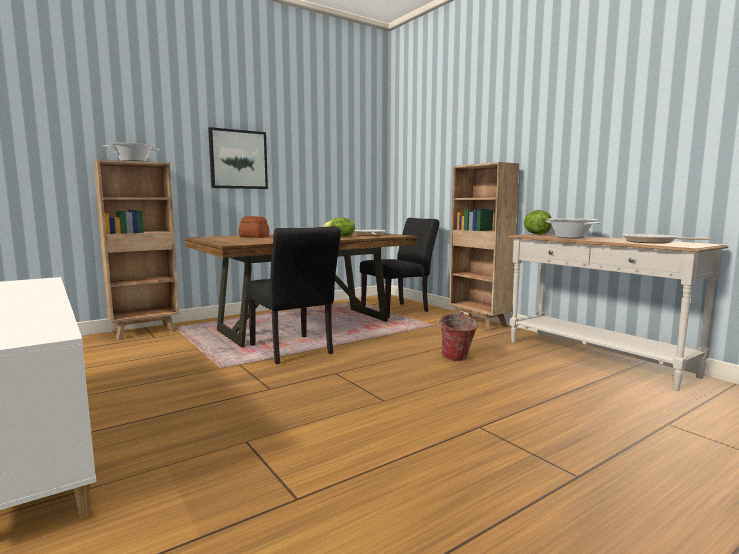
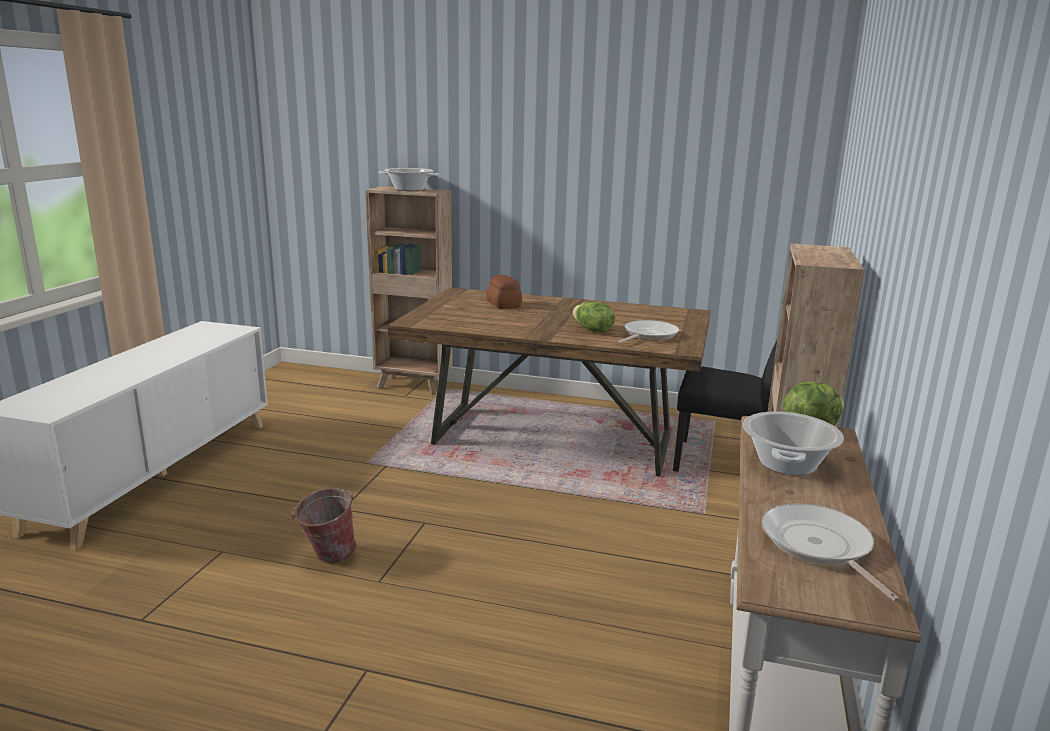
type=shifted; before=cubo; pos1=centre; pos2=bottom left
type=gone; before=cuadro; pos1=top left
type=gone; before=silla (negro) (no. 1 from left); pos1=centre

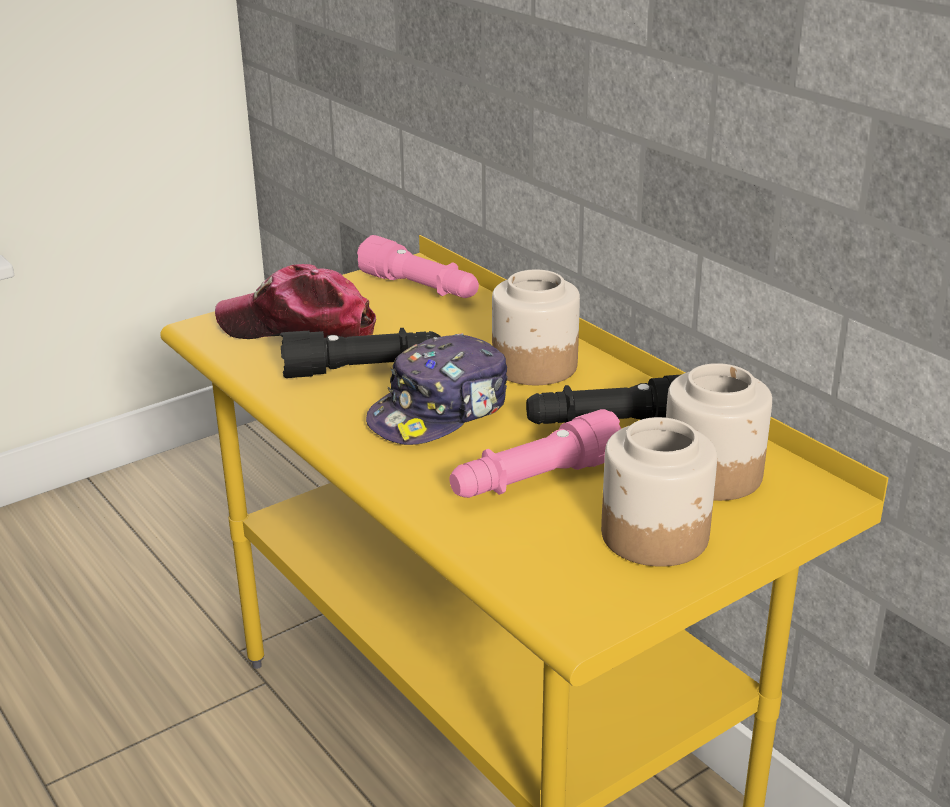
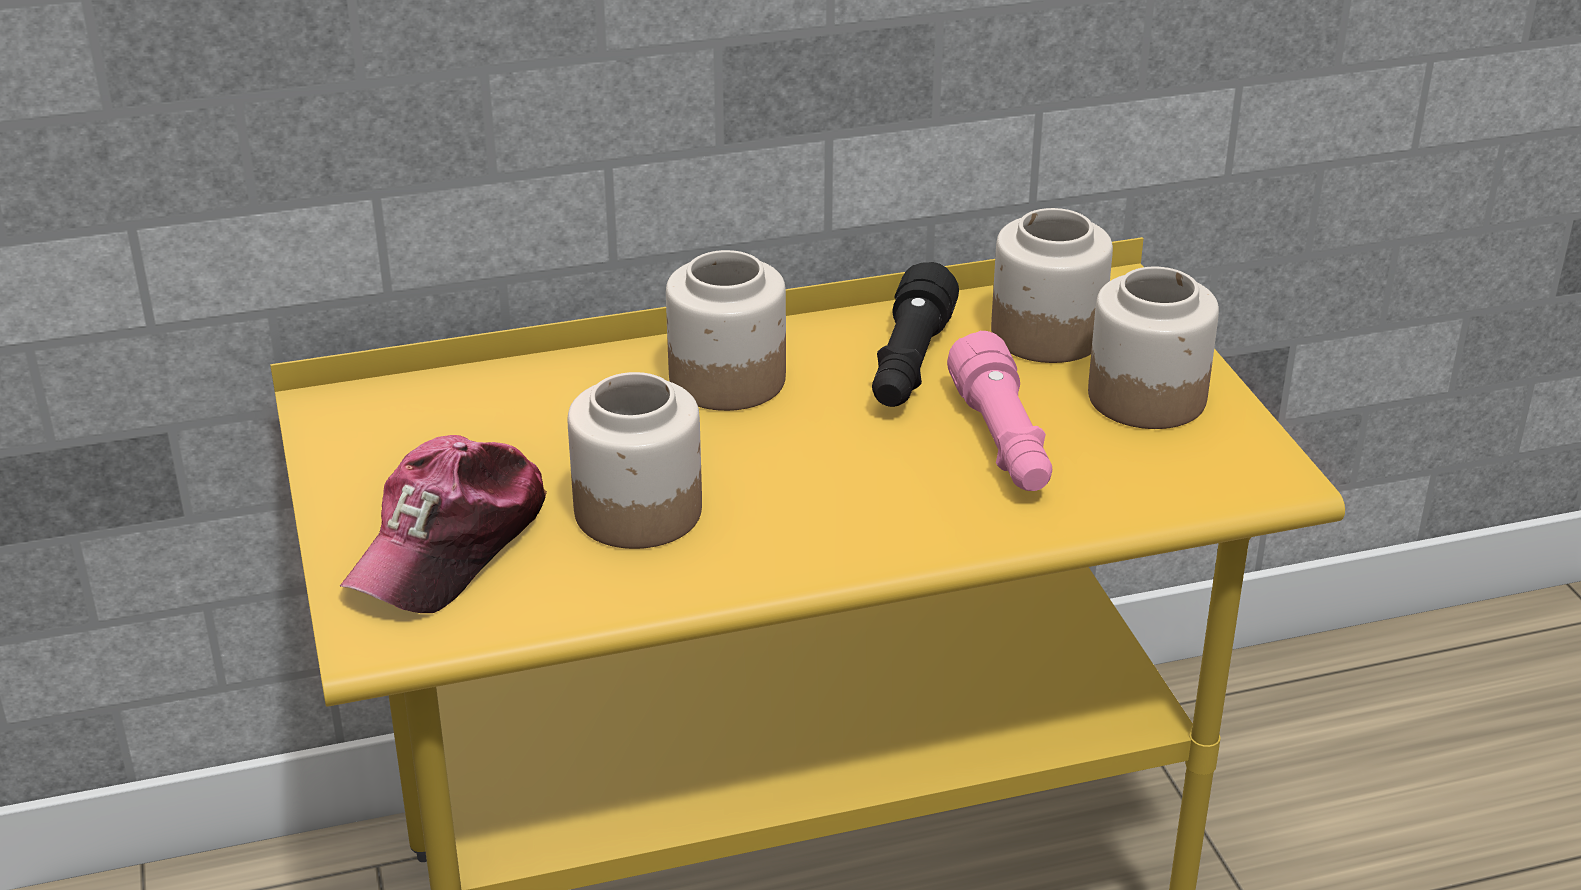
type=swapped; before=linterna (negro) (no. 1 from left); after=tarro (no. 1 from left); pos1=centre; pos2=centre
type=gone; before=linterna (rosa) (no. 1 from left); pos1=top centre
type=gone; before=gorra (no. 2 from left); pos1=centre

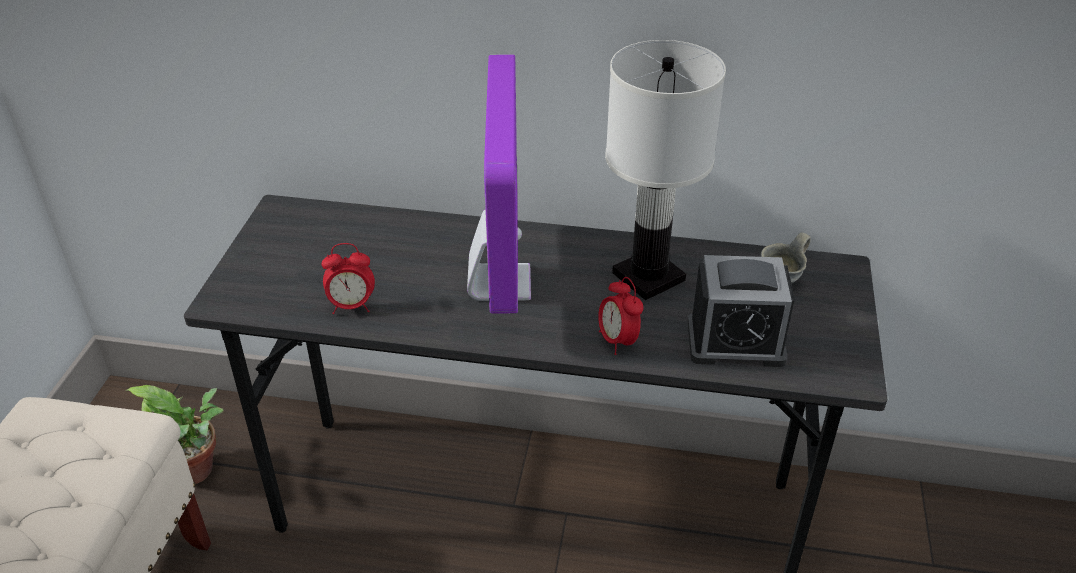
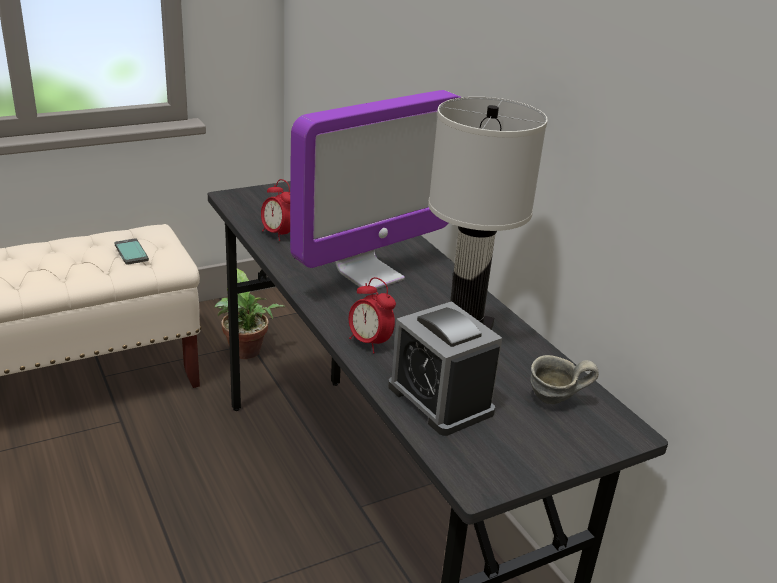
type=new; after=móvil; pos2=middle left
type=rotated; before=despertador (no. 2 from left); pos1=centre; pos2=centre; turn=-75

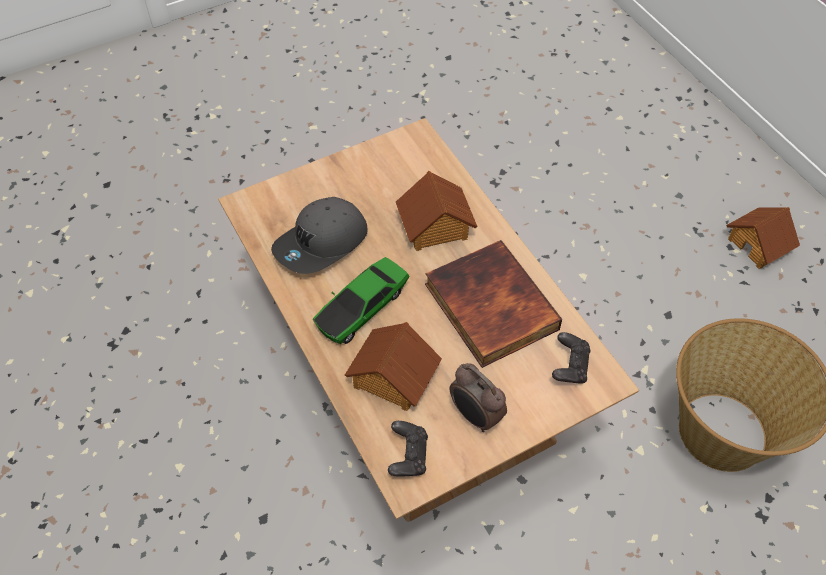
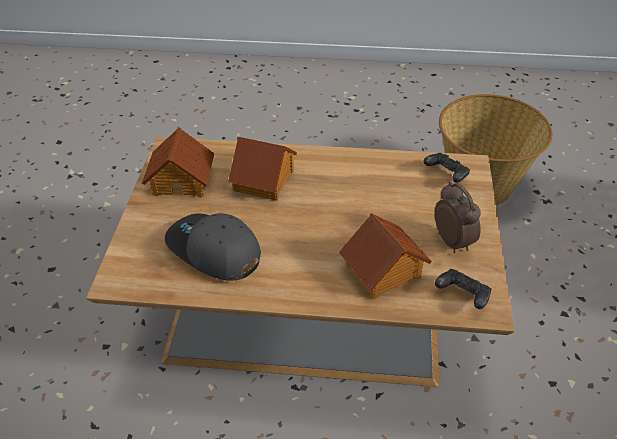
type=shifted; before=casita (no. 3 from left in the first image); after=casita (no. 1 from left); pos1=middle right; pos2=middle left
type=rotated; before=gorra (gris); pos1=centre; pos2=centre; turn=135
type=rotated; before=despertador; pos1=bottom centre; pos2=middle right; turn=-105
type=gone; before=coche de juguete; pos1=centre
type=gone; before=libro; pos1=centre

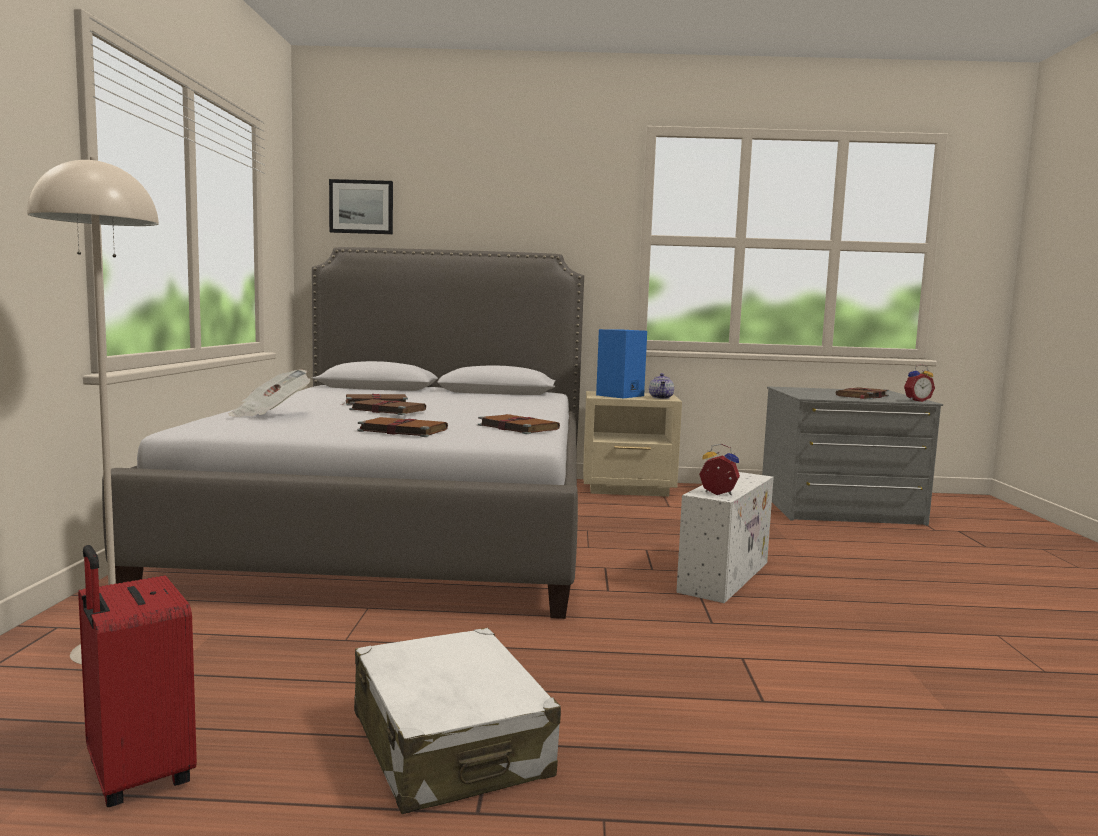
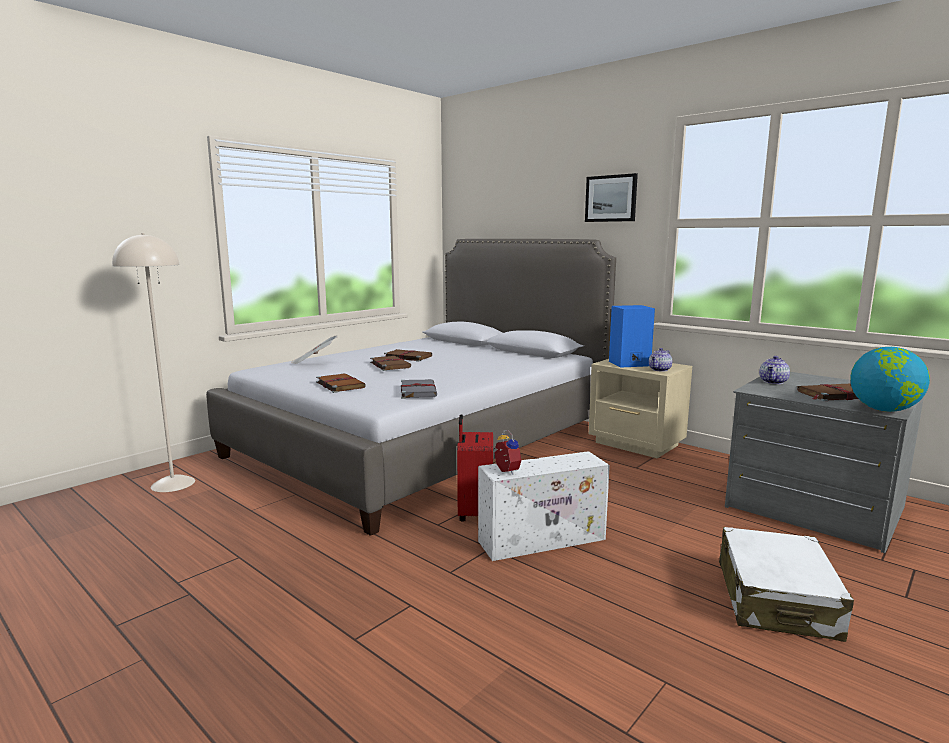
type=repainted; before=libro (marrón) (no. 4 from left); after=libro (gris); pos1=centre; pos2=centre
type=shifted; before=maleta (rojo); pos1=bottom left; pos2=centre
type=shifted; before=cuadro; pos1=top left; pos2=top centre
type=shifted; before=maleta (blanco); pos1=bottom centre; pos2=bottom right
type=new; after=tetera (no. 2 from left); pos2=middle right
type=swapped; before=despertador (no. 2 from left); after=globo terráqueo; pos1=middle right; pos2=middle right

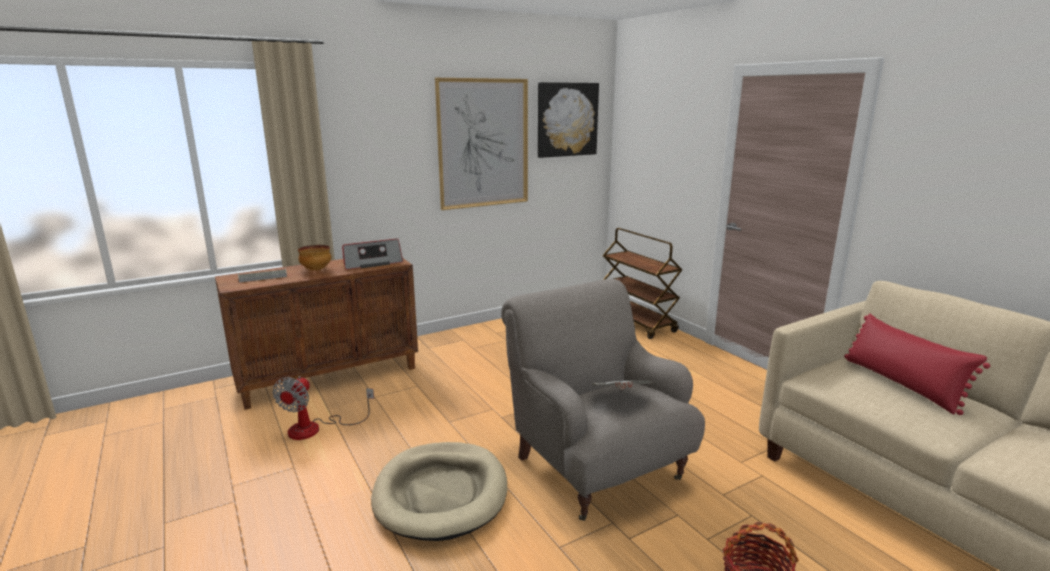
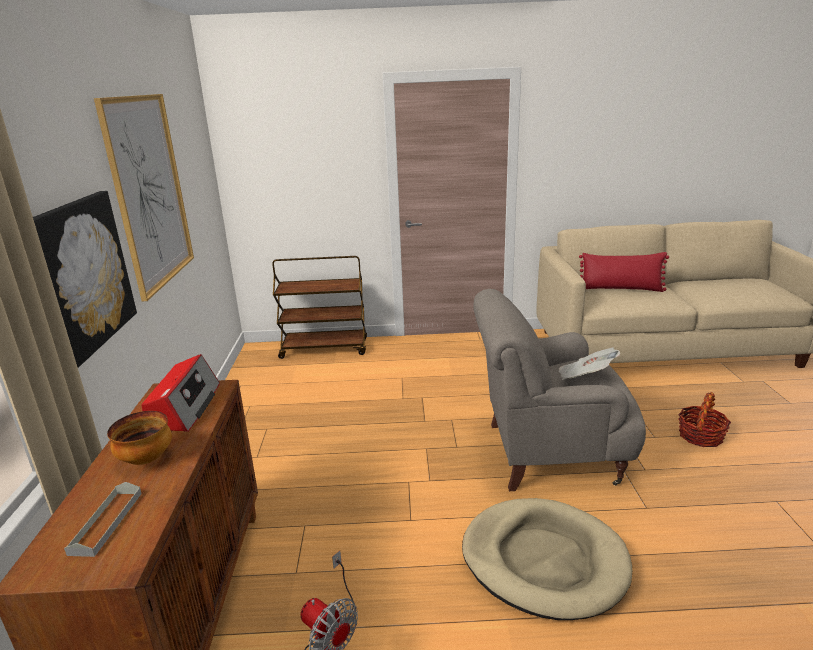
type=shifted; before=cuadro (no. 2 from left in the first image); after=cuadro (no. 1 from left); pos1=top centre; pos2=middle left

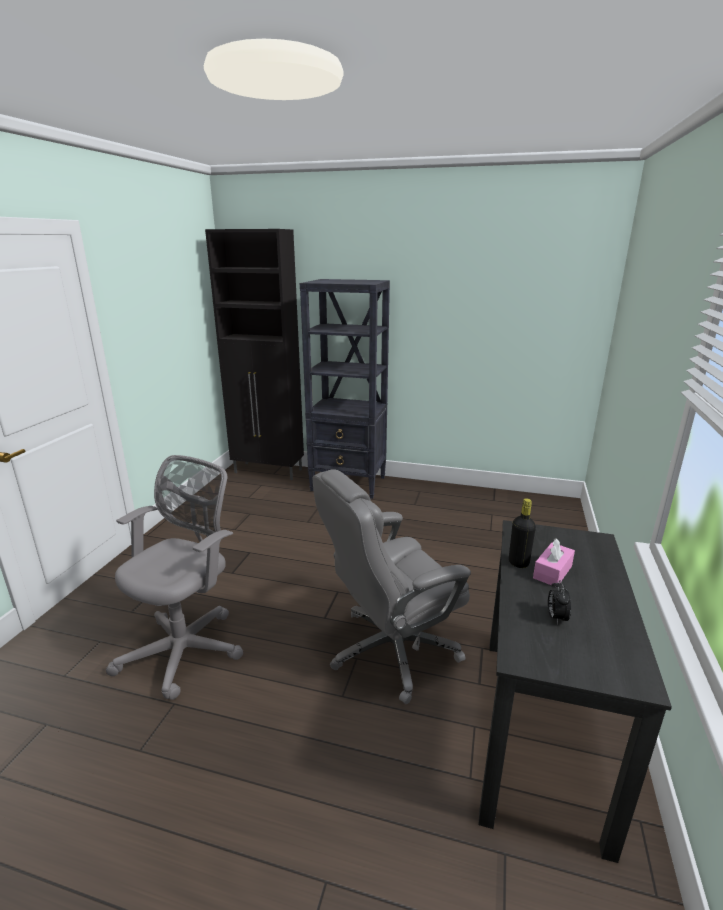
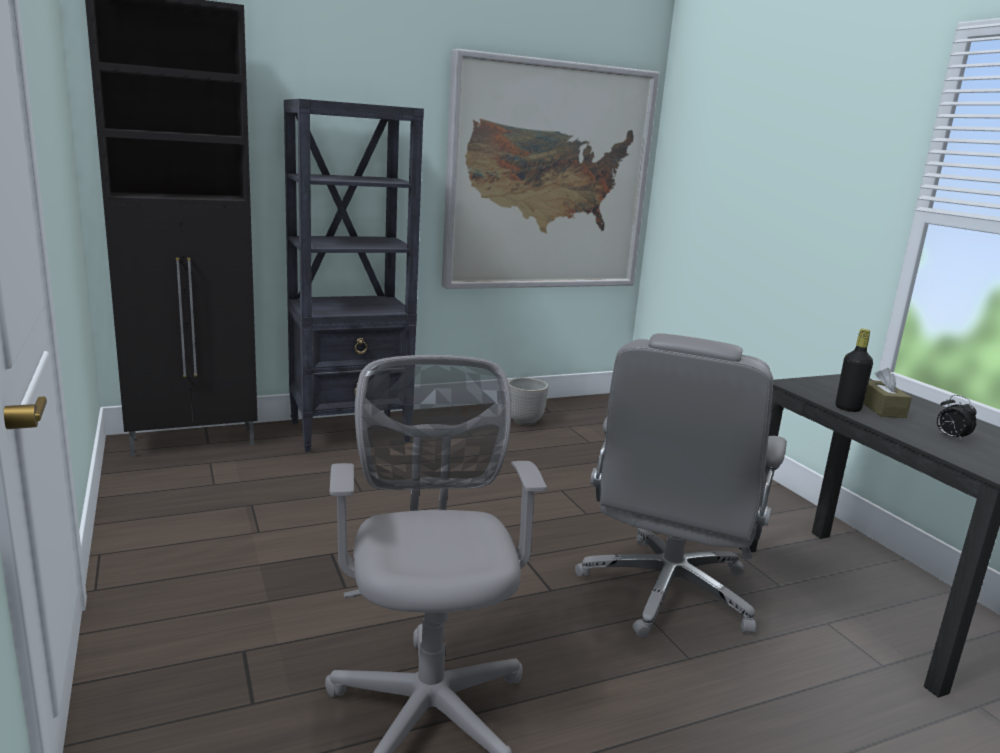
type=new; after=cuadro; pos2=top centre
type=new; after=maceta; pos2=centre
type=repainted; before=caja de pañuelos (rosa); after=caja de pañuelos (marrón); pos1=middle right; pos2=middle right

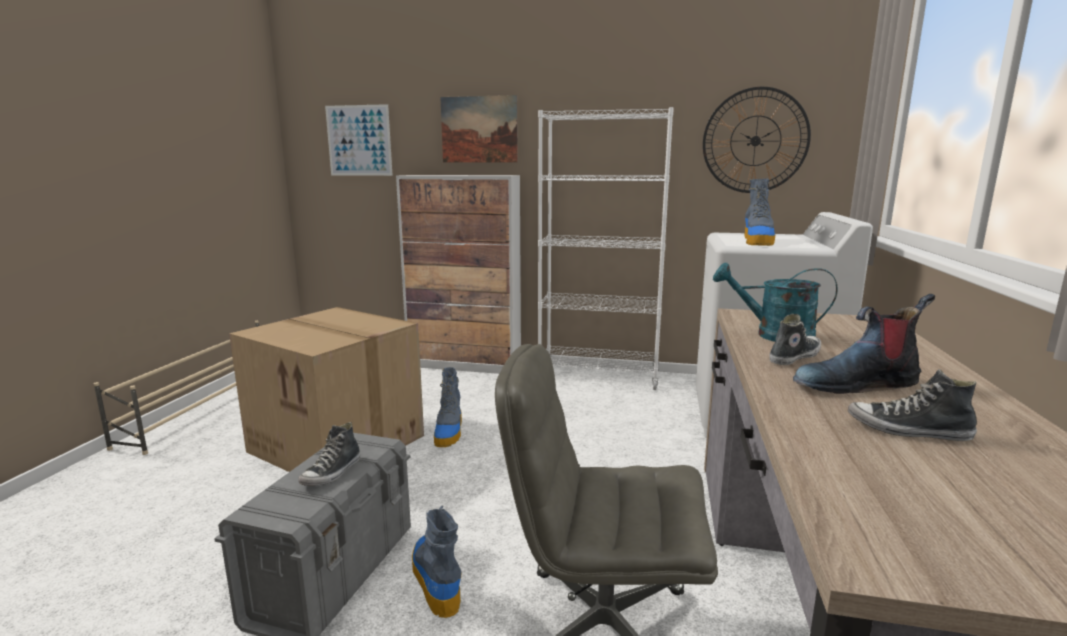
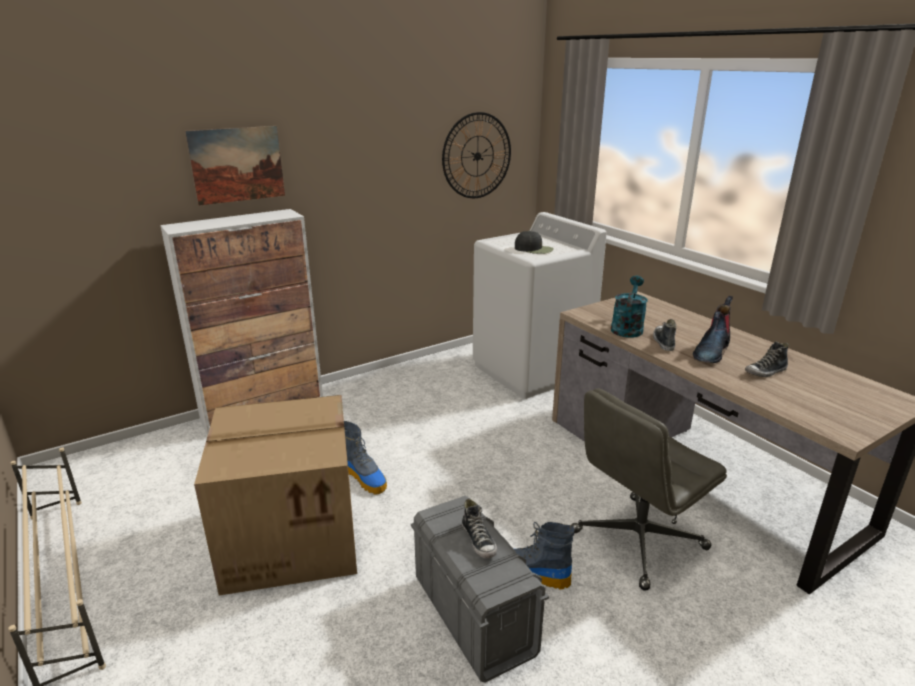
type=swapped; before=bota (no. 3 from left); after=gorra (negro); pos1=middle right; pos2=centre
type=rotated; before=regadera (turquesa); pos1=middle right; pos2=middle right; turn=135
type=gone; before=cuadro (no. 1 from left); pos1=top centre
type=gone; before=estantería (blanco); pos1=centre

